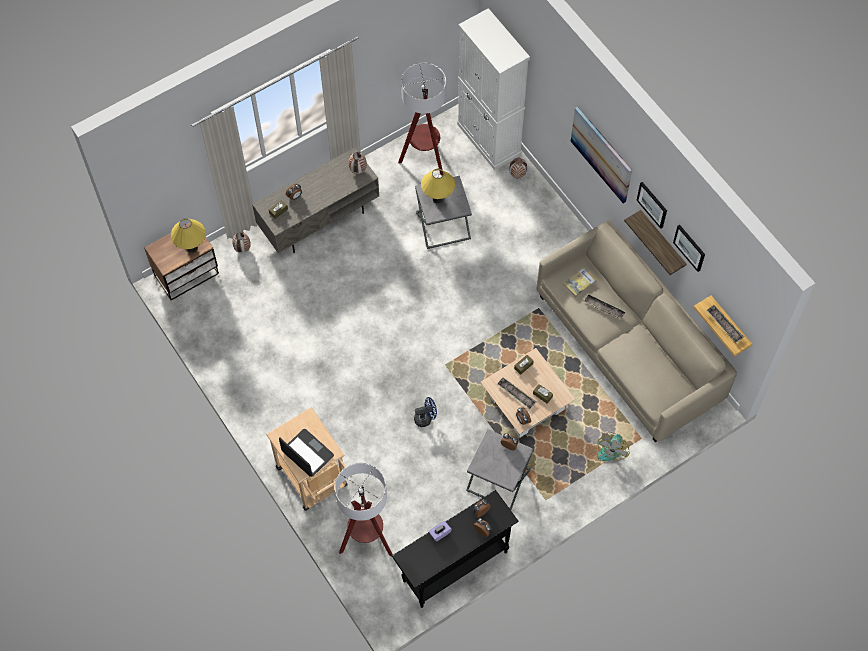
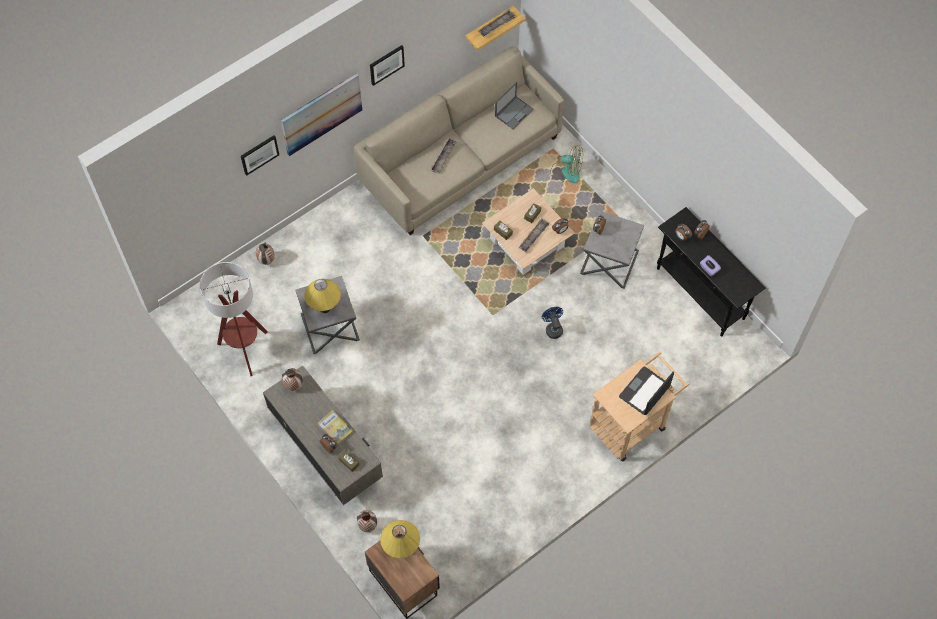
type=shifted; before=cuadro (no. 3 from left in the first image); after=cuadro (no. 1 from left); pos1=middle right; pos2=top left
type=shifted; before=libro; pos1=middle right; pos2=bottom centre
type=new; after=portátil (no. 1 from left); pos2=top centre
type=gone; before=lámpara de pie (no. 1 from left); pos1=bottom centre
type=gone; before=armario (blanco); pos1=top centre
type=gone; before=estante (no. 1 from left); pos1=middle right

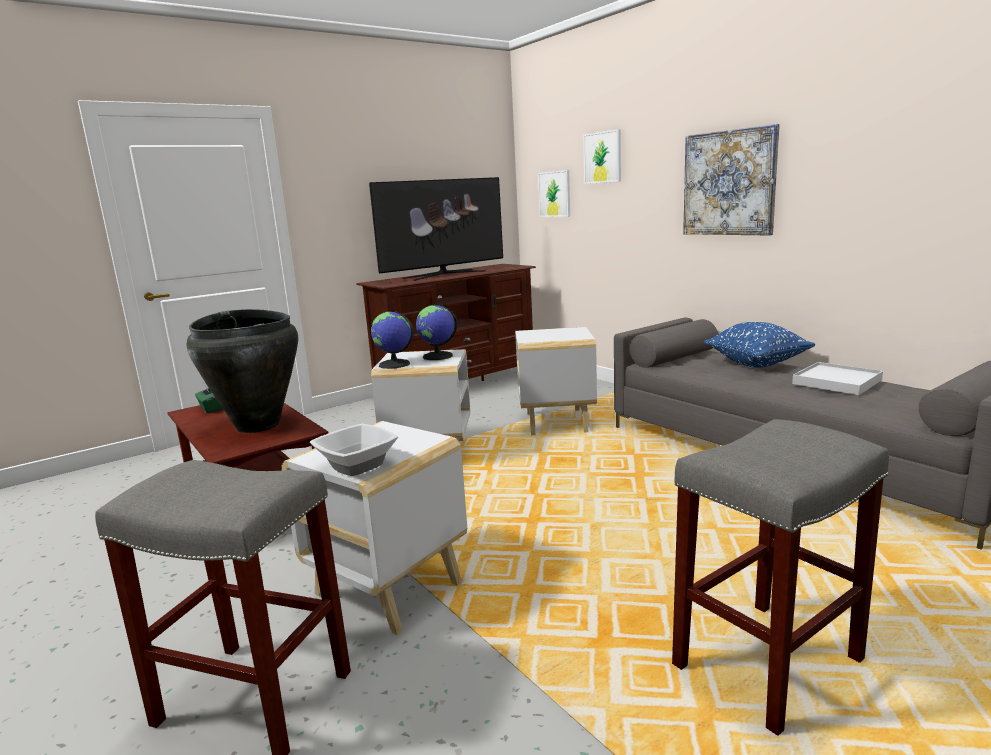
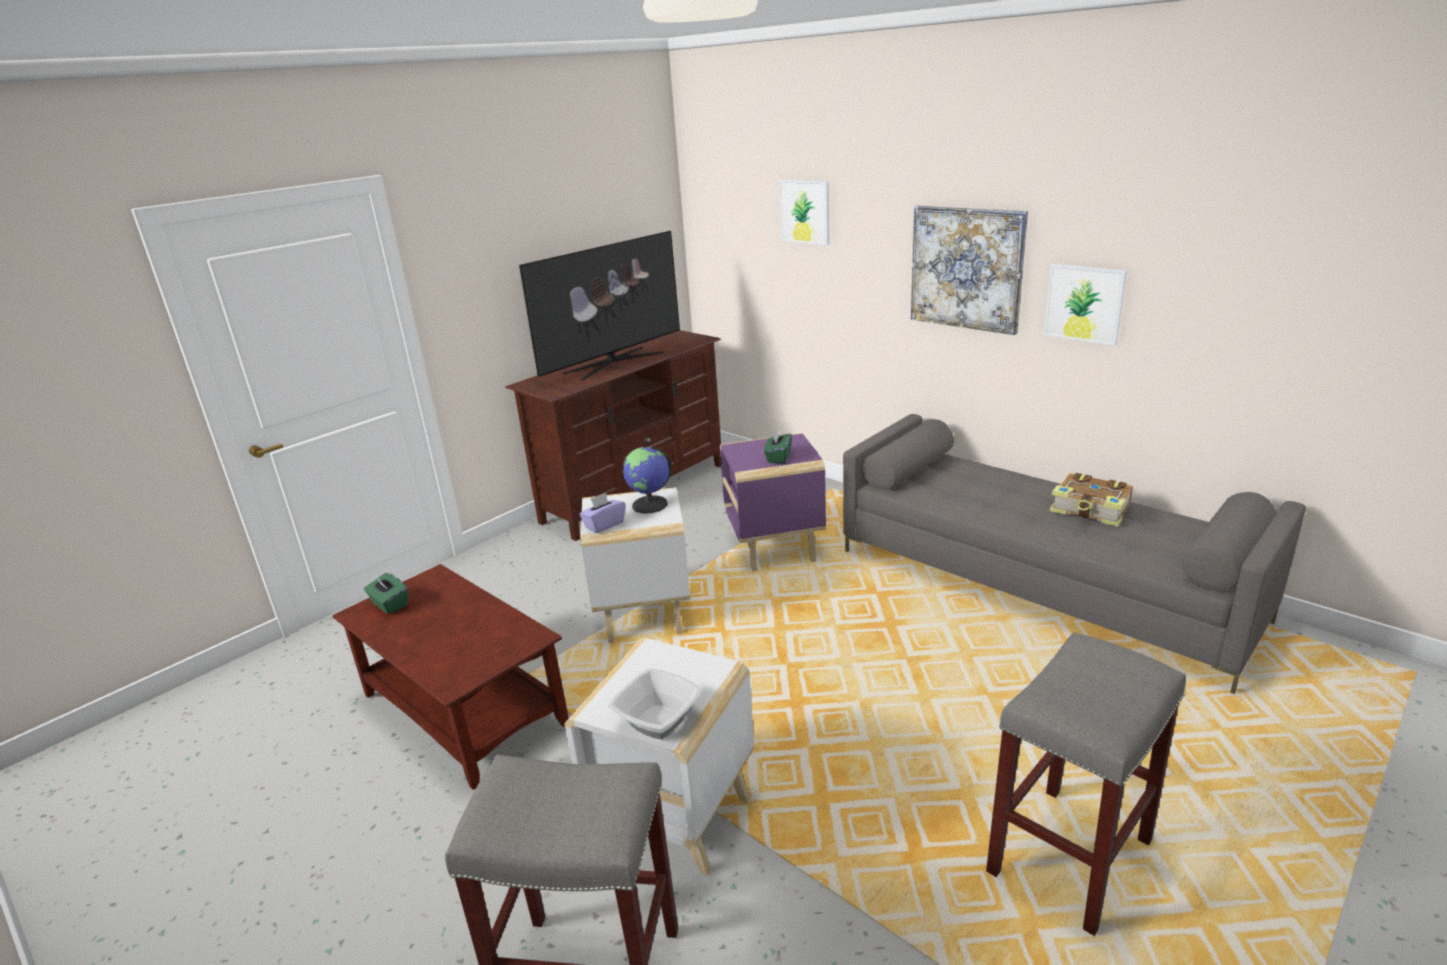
type=swapped; before=globo terráqueo (no. 1 from left); after=caja de pañuelos (morado); pos1=centre; pos2=centre
type=repainted; before=mesa auxiliar (blanco) (no. 3 from left); after=mesa auxiliar (morado); pos1=centre; pos2=centre
type=new; after=caja de pañuelos (verde) (no. 2 from left); pos2=centre
type=shifted; before=cuadro (no. 1 from left in the first image); after=cuadro (no. 3 from left); pos1=top centre; pos2=top right
type=swapped; before=bandeja (blanco); after=libro; pos1=middle right; pos2=middle right
type=gone; before=florero (negro); pos1=middle left
type=gone; before=cojín (azul); pos1=middle right

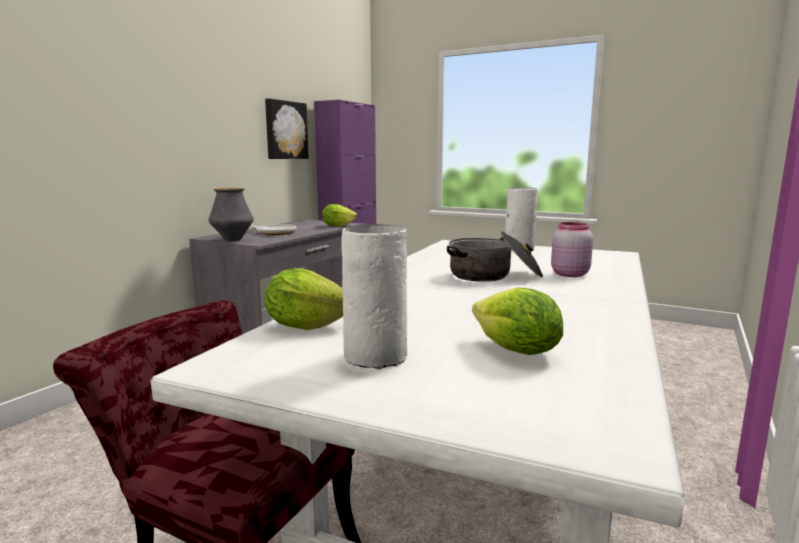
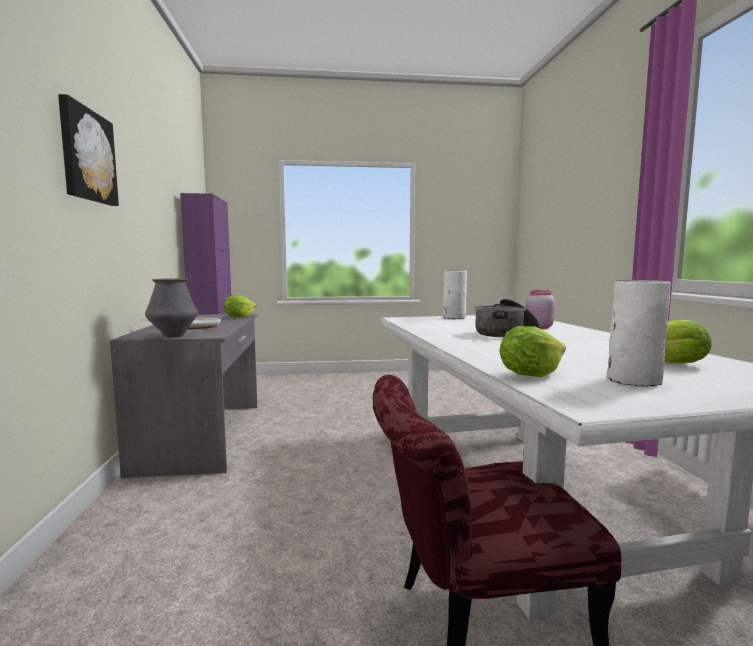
type=shifted; before=cuadro; pos1=top centre; pos2=top left

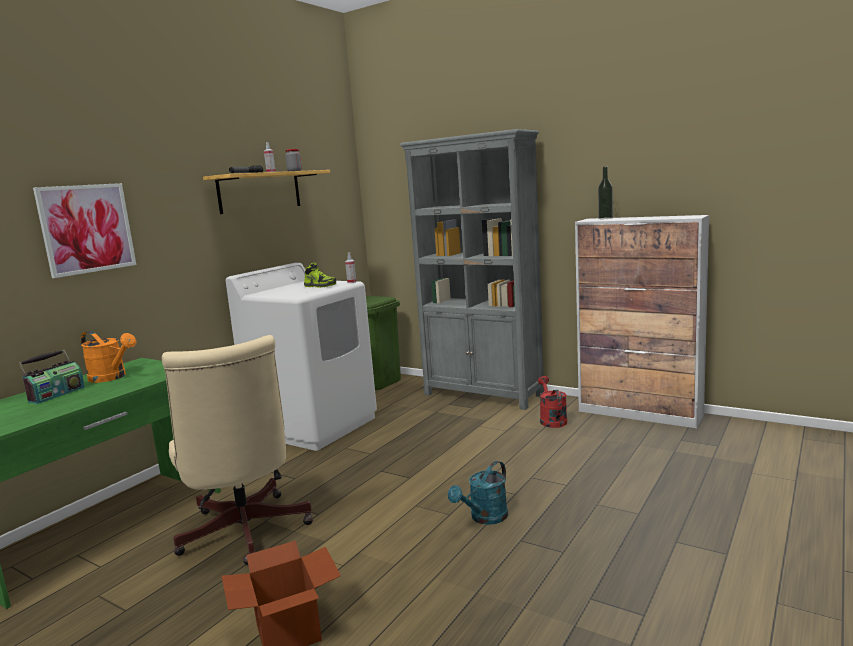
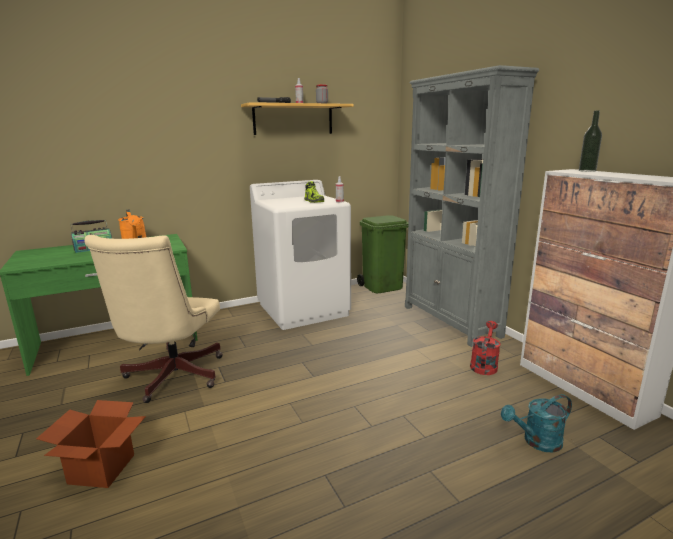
type=shifted; before=regadera (turquesa); pos1=bottom centre; pos2=bottom right
type=gone; before=cuadro; pos1=middle left

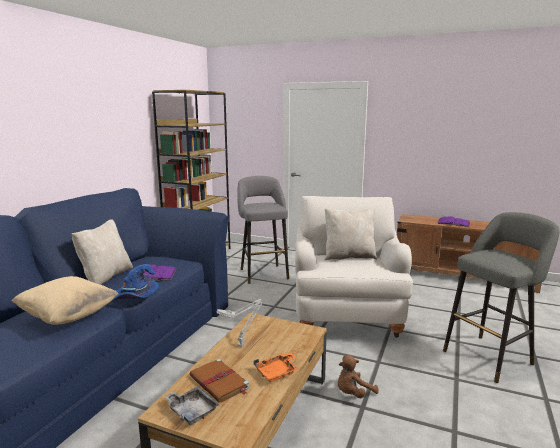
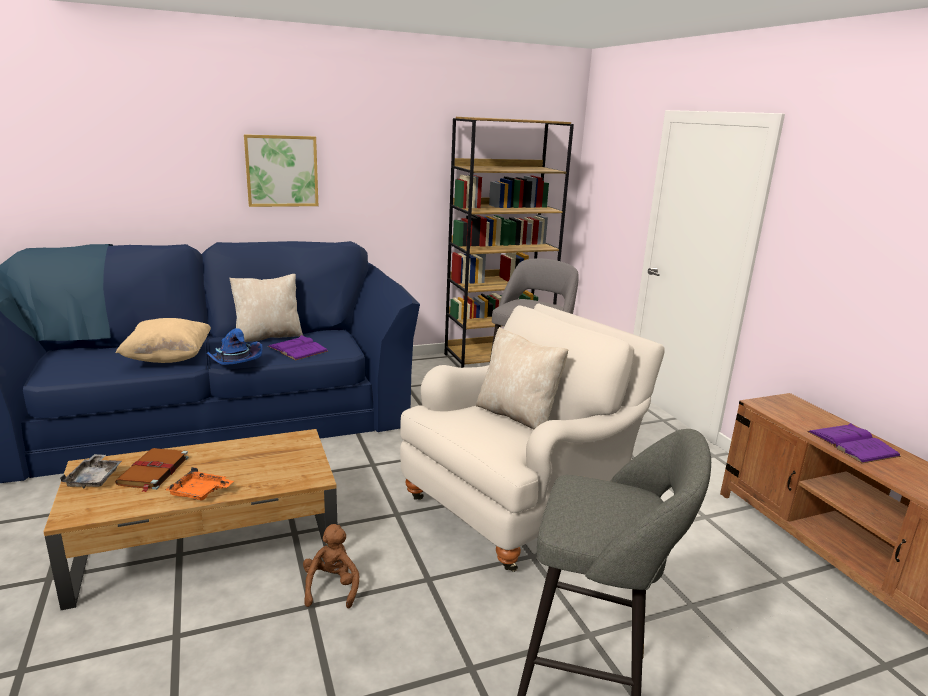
type=new; after=cuadro; pos2=top left
type=rotated; before=peluche (marrón); pos1=bottom centre; pos2=bottom centre; turn=75
type=gone; before=lámpara de mesa (gris); pos1=bottom centre

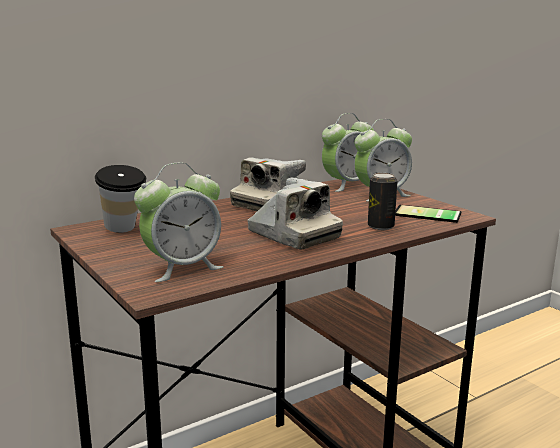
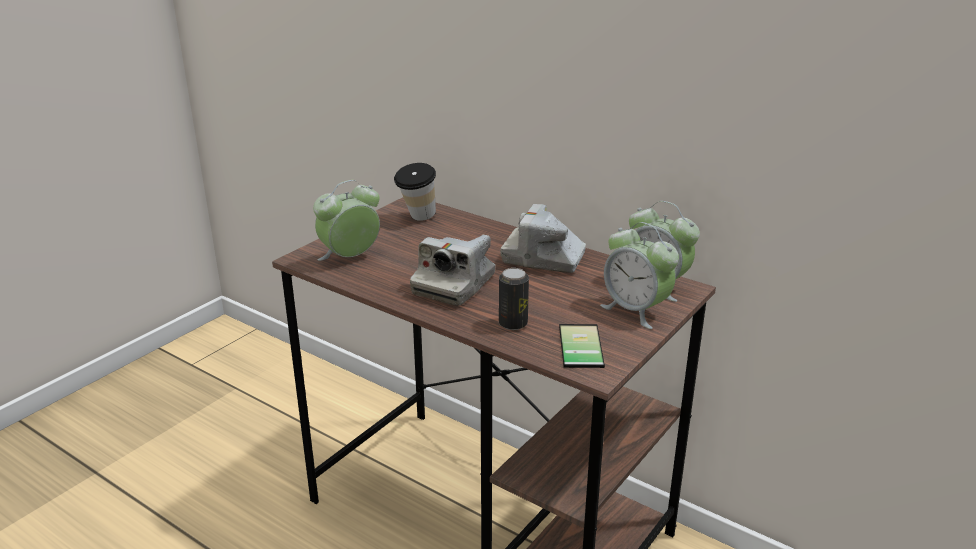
type=rotated; before=despertador (no. 1 from left); pos1=middle left; pos2=centre; turn=105

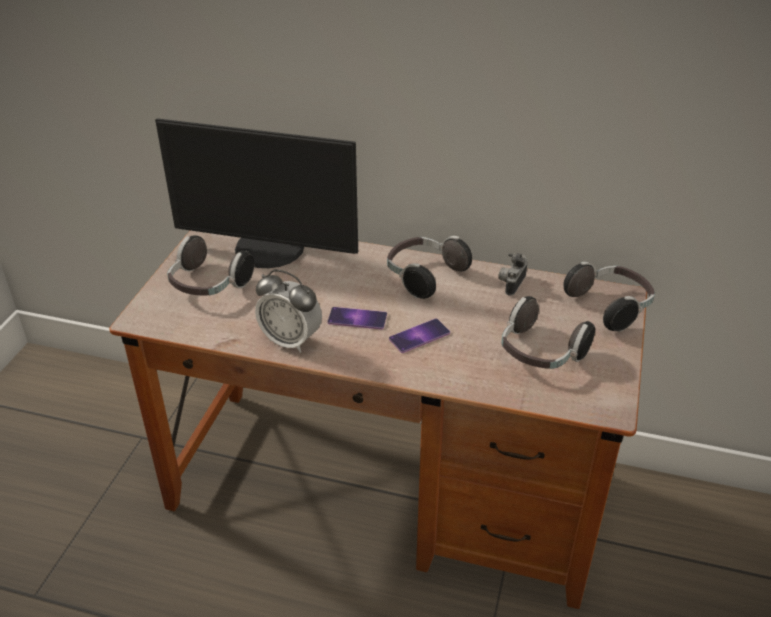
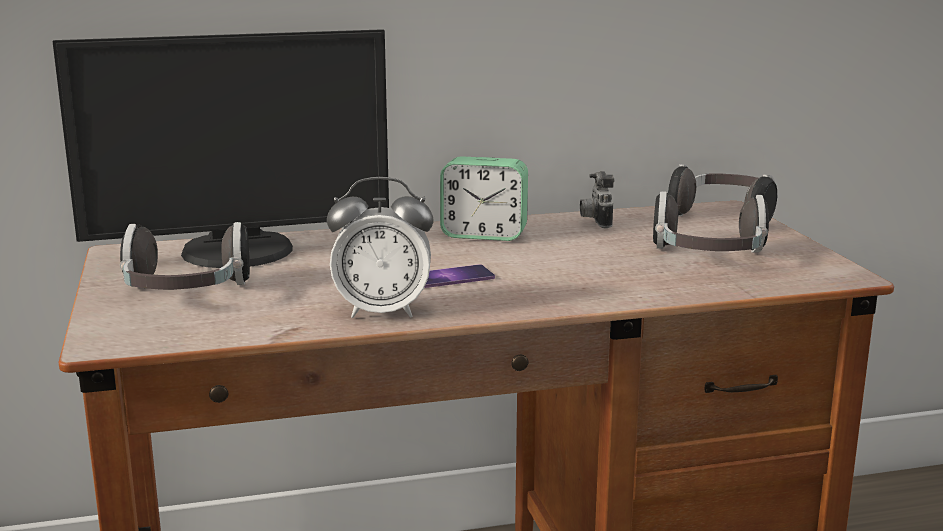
type=swapped; before=auriculares (no. 2 from left); after=despertador (no. 2 from left); pos1=centre; pos2=centre
type=gone; before=móvil (no. 2 from left); pos1=centre

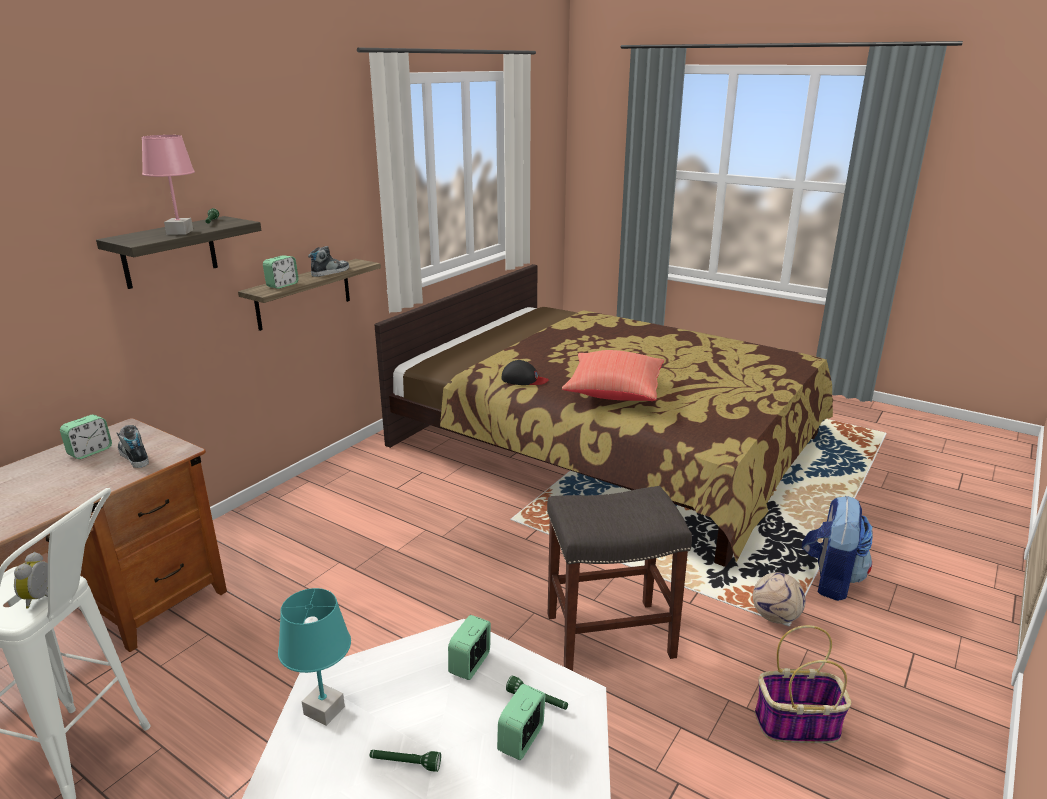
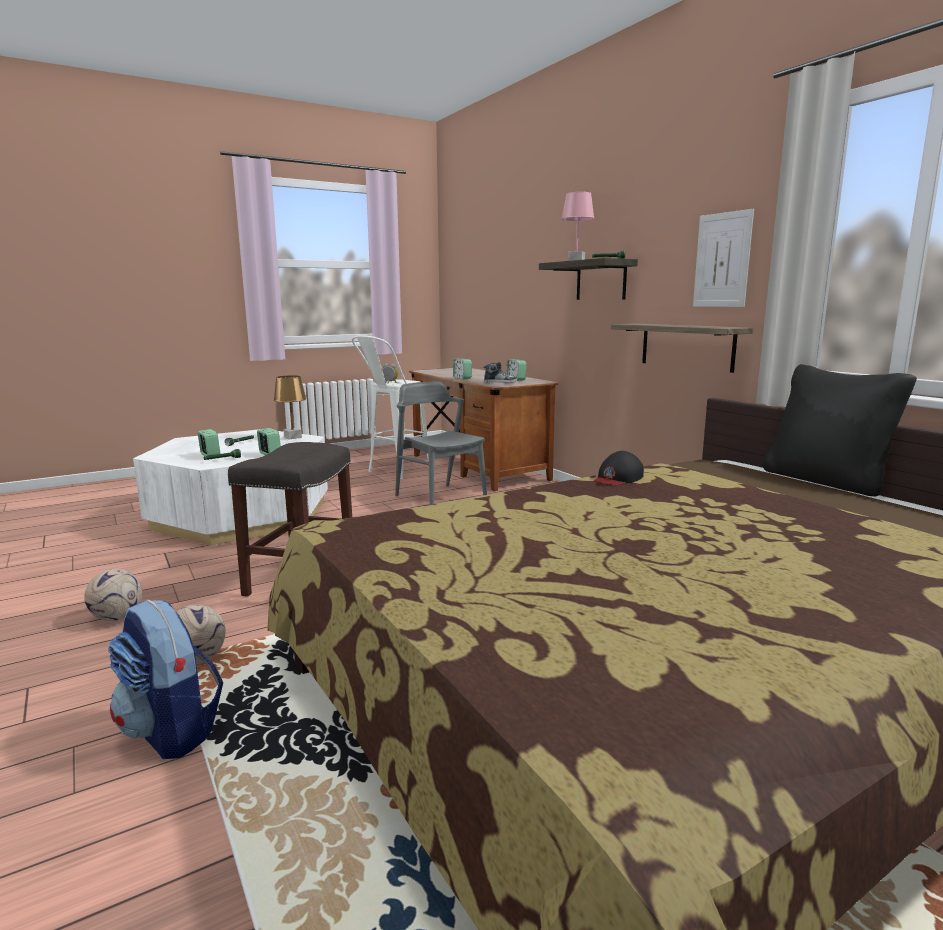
type=swapped; before=cesta; after=balón de fútbol (no. 1 from left); pos1=bottom right; pos2=middle left
type=repainted; before=lámpara de mesa (turquesa); after=lámpara de mesa (marrón); pos1=bottom left; pos2=middle left
type=new; after=silla (gris); pos2=centre
type=shifted; before=despertador (no. 3 from left in the first image); after=despertador (no. 4 from left); pos1=middle left; pos2=centre
type=new; after=cuadro; pos2=top right
type=new; after=cojín (negro); pos2=middle right
type=gone; before=zapato (no. 2 from left); pos1=top left
type=gone; before=cojín (rojo); pos1=centre

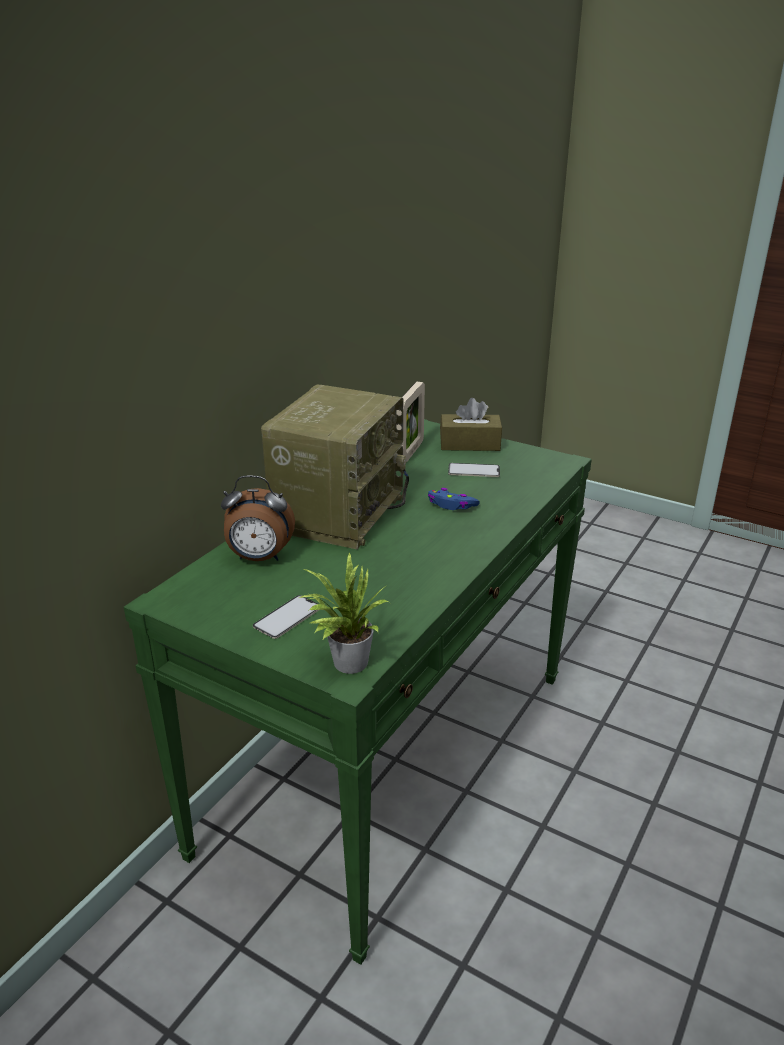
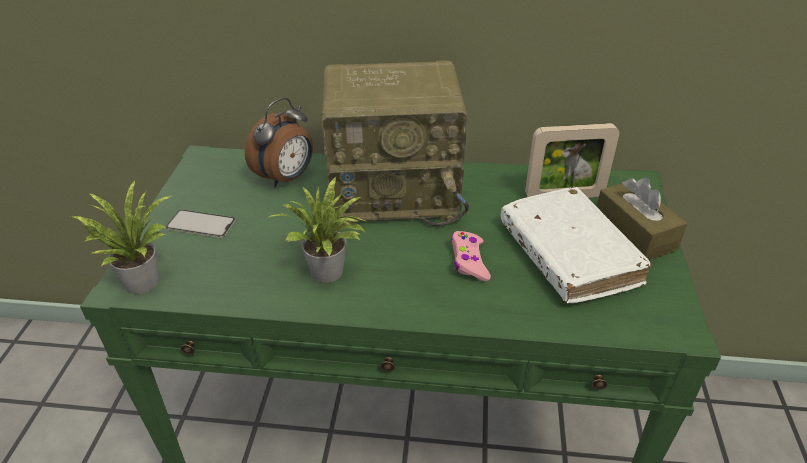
type=rotated; before=despertador; pos1=middle left; pos2=top centre; turn=-120
type=new; after=planta en maceta (no. 2 from left); pos2=centre
type=repainted; before=mando de consola (azul); after=mando de consola (rosa); pos1=centre; pos2=centre
type=swapped; before=móvil (no. 2 from left); after=libro (blanco); pos1=centre; pos2=middle right

